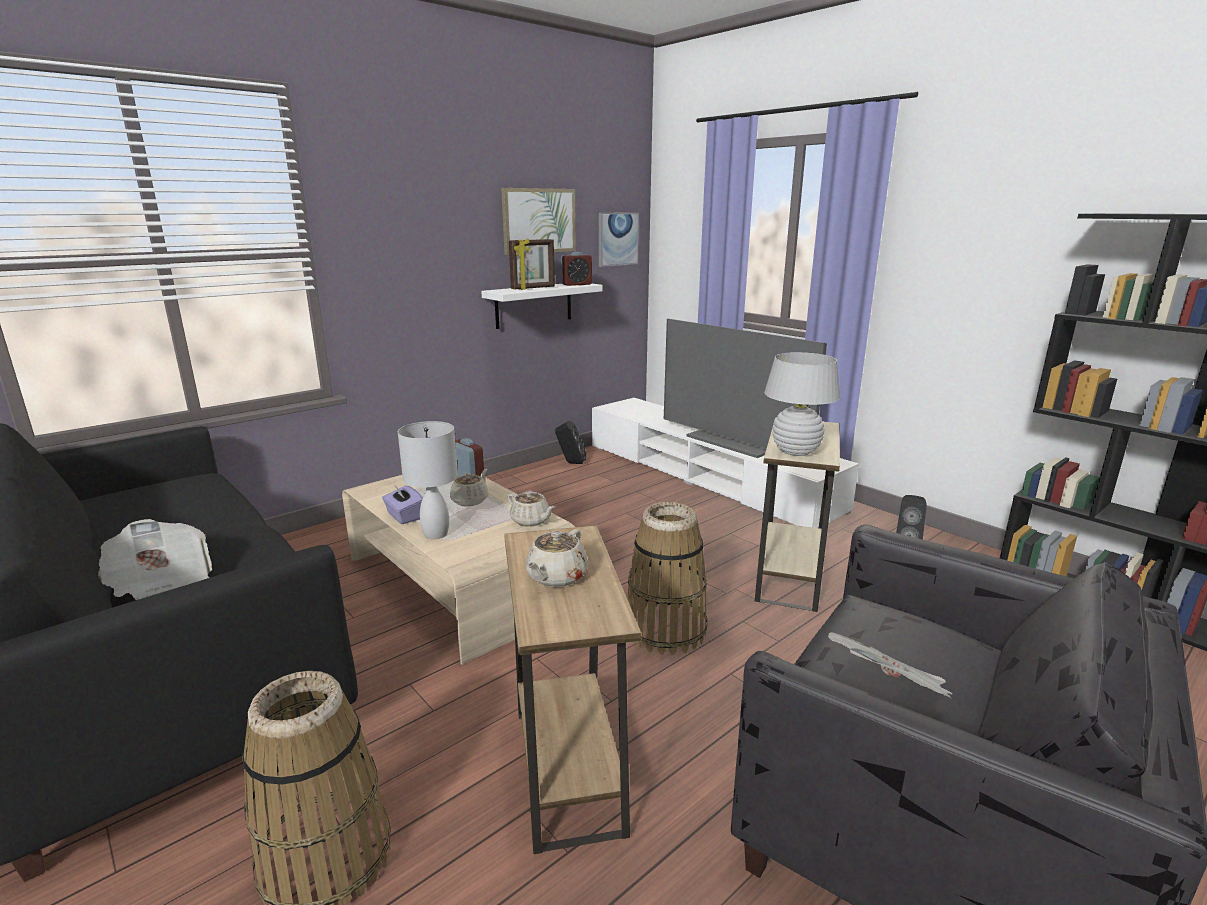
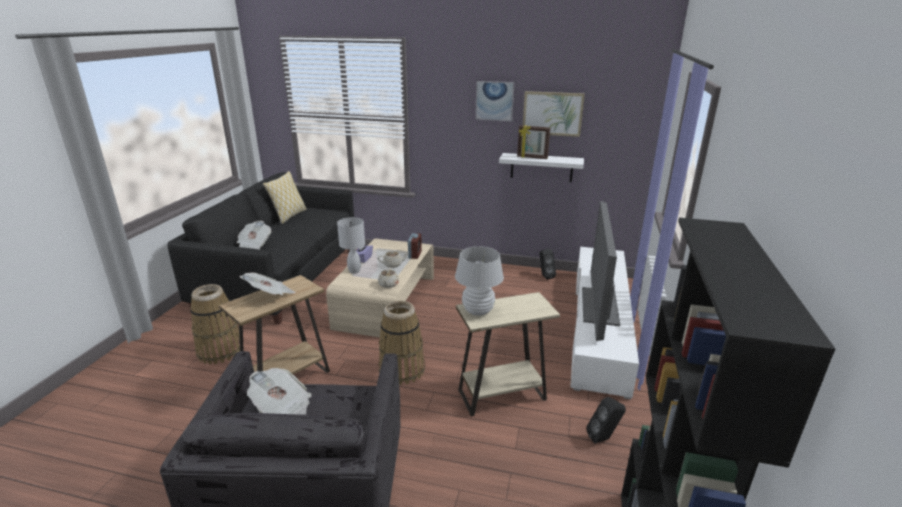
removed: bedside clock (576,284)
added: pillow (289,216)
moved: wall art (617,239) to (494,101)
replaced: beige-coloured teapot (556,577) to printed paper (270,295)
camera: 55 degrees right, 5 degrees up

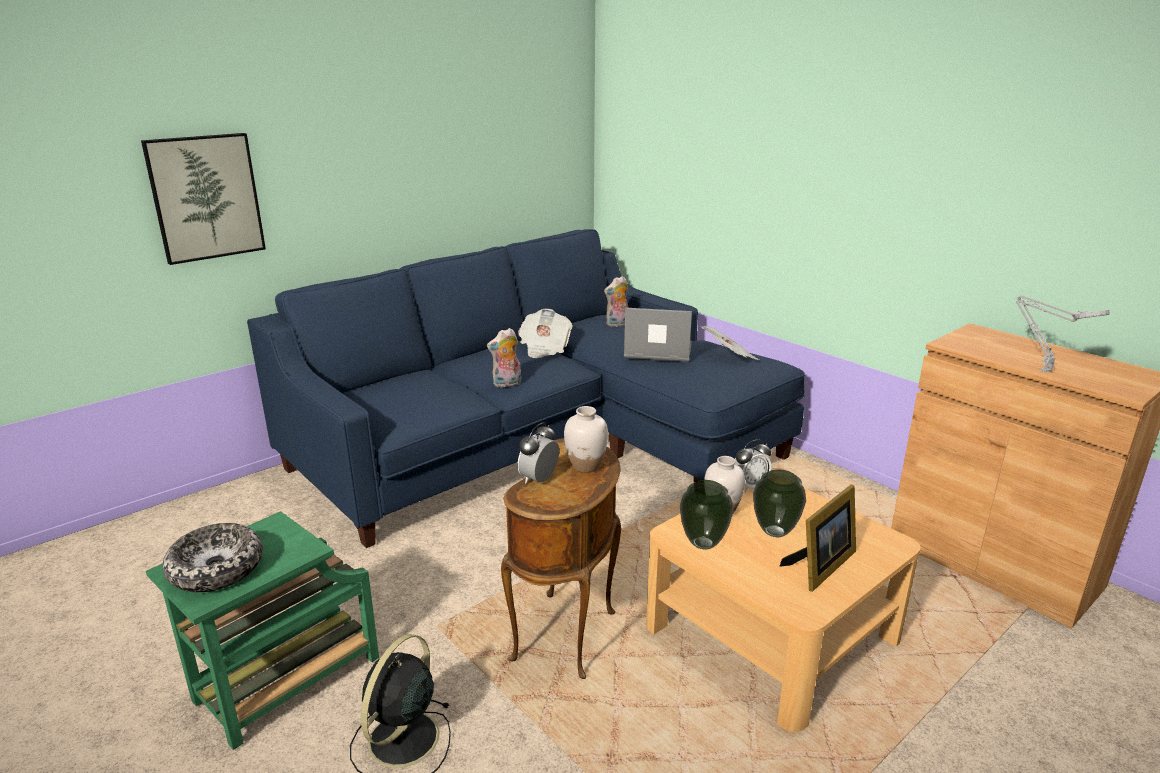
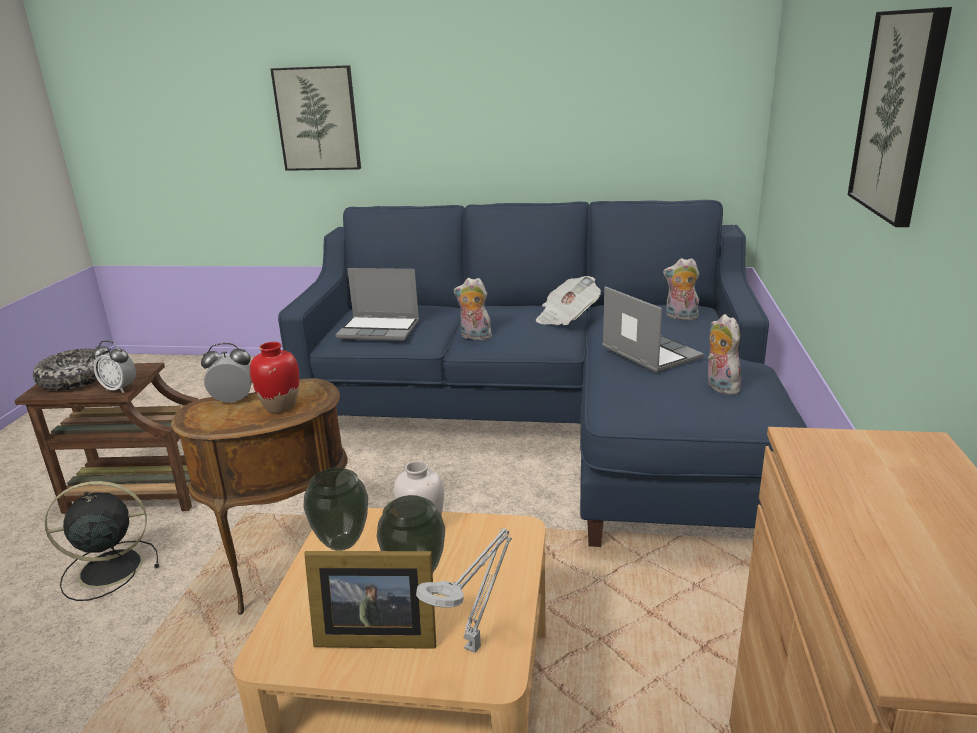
added: portable computer (380,330); wall art (899,114)
moved: bedside clock (749,486) to (119,389); grey lamp for a table (1042,370) to (475,645)
replaced: printed paper (728,357) to cuddly toy (719,387)
recoloured: green side table (283,682) to brown side table (136,493); white-coloured flower vase (586,466) to red flower vase (280,406)
camera: 50 degrees right, 0 degrees up

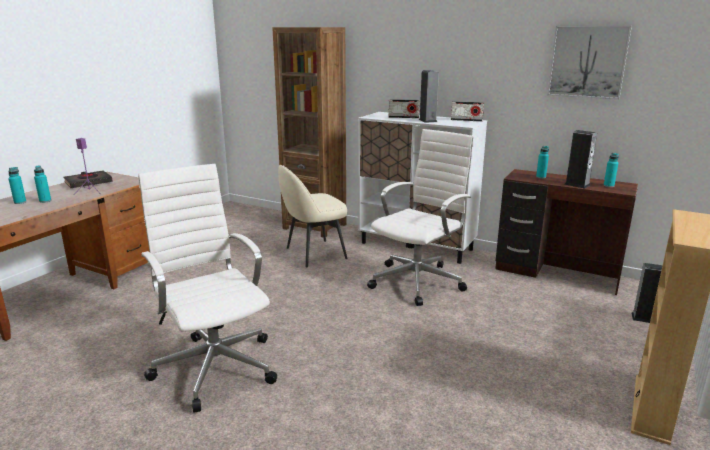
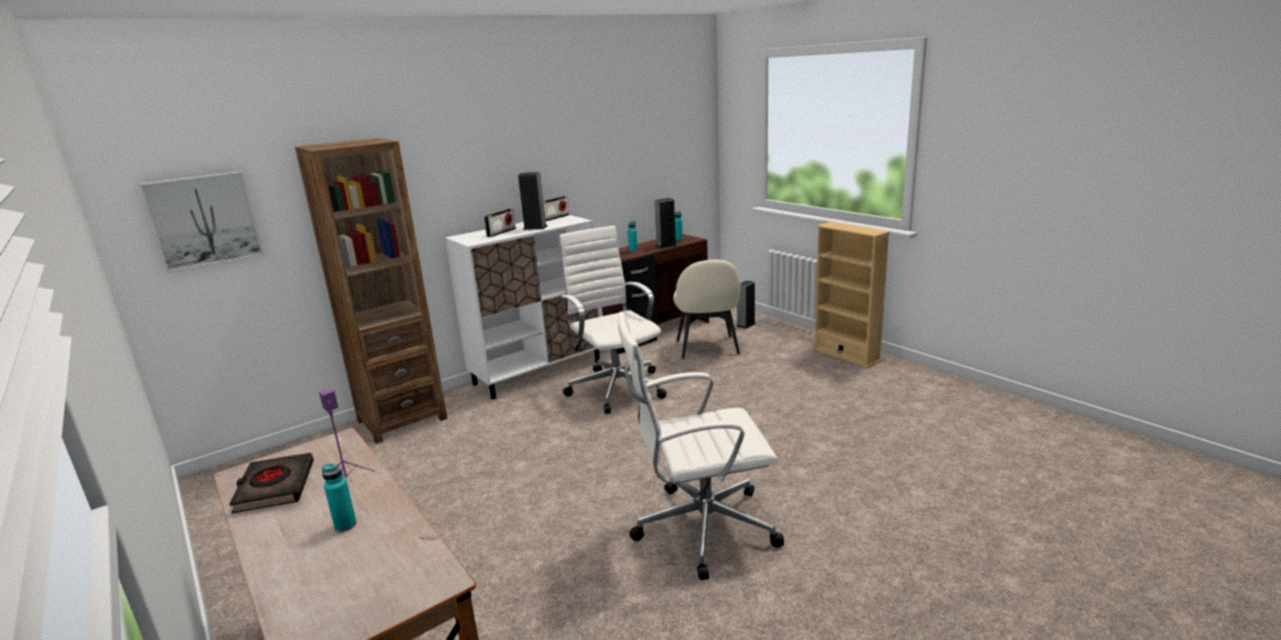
removed: turquoise bottle (20,202)
moved: beige-coloured chair (314,253) to (707,348); wall art (587,62) to (204,220)
camera: 65 degrees left, 0 degrees up

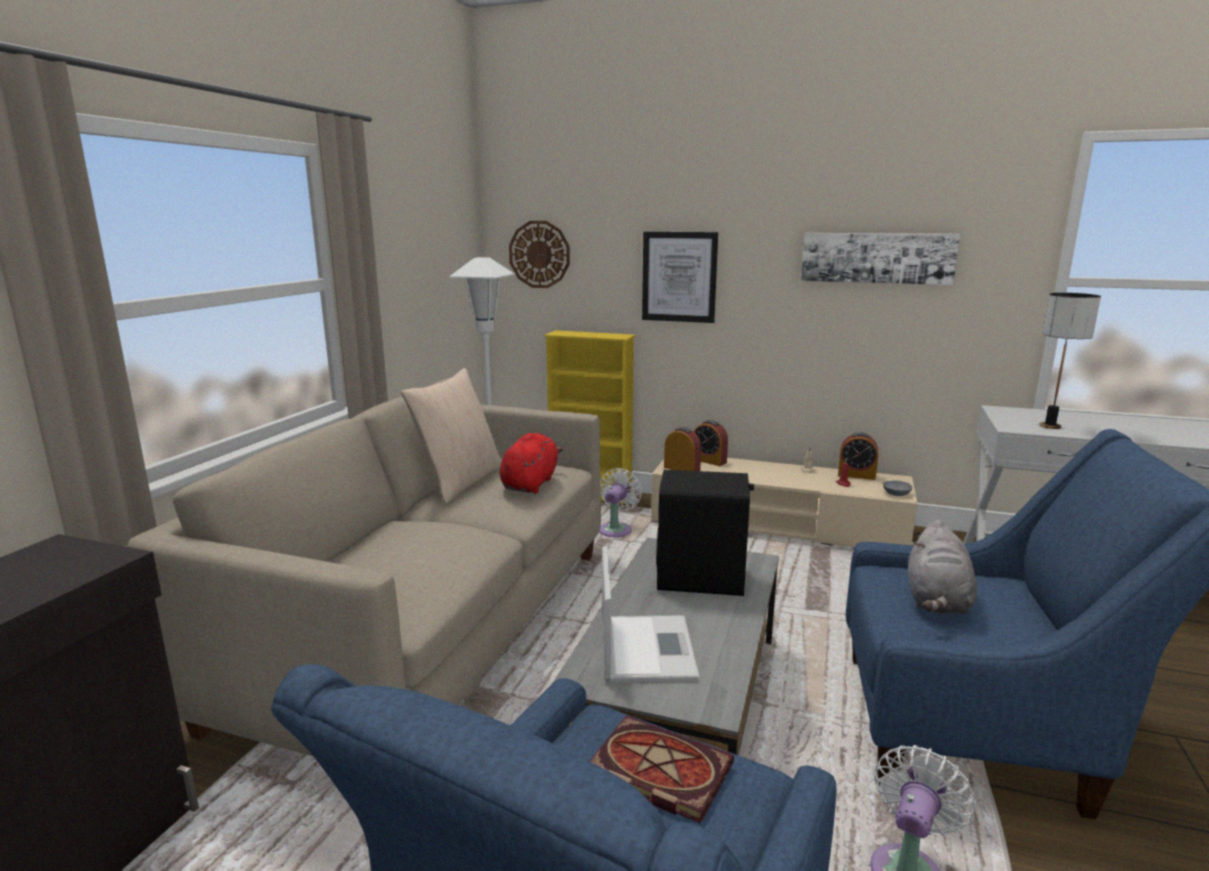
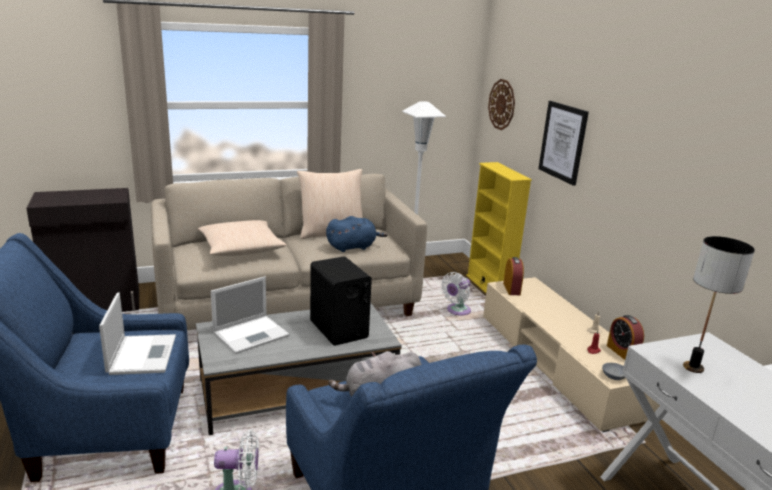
removed: bedside clock (709,461); wall art (877,258)
added: beige-coloured pillow (241,248)
replaced: book (656,771) to portable computer (142,354)
recoloured: red cuddly toy (530,484) to blue cuddly toy (353,247)
turned: white-coloured fan (616,529) = (457,311) 150 degrees clockwise
camera: 50 degrees right, 5 degrees up

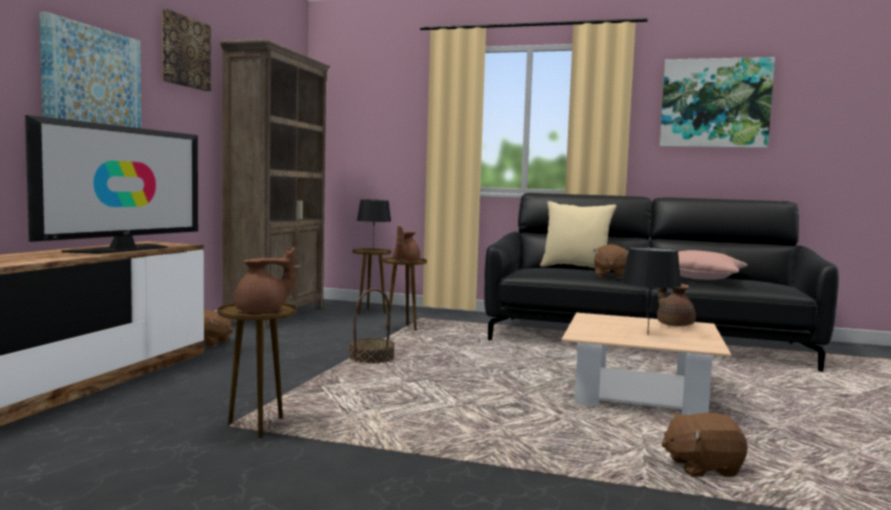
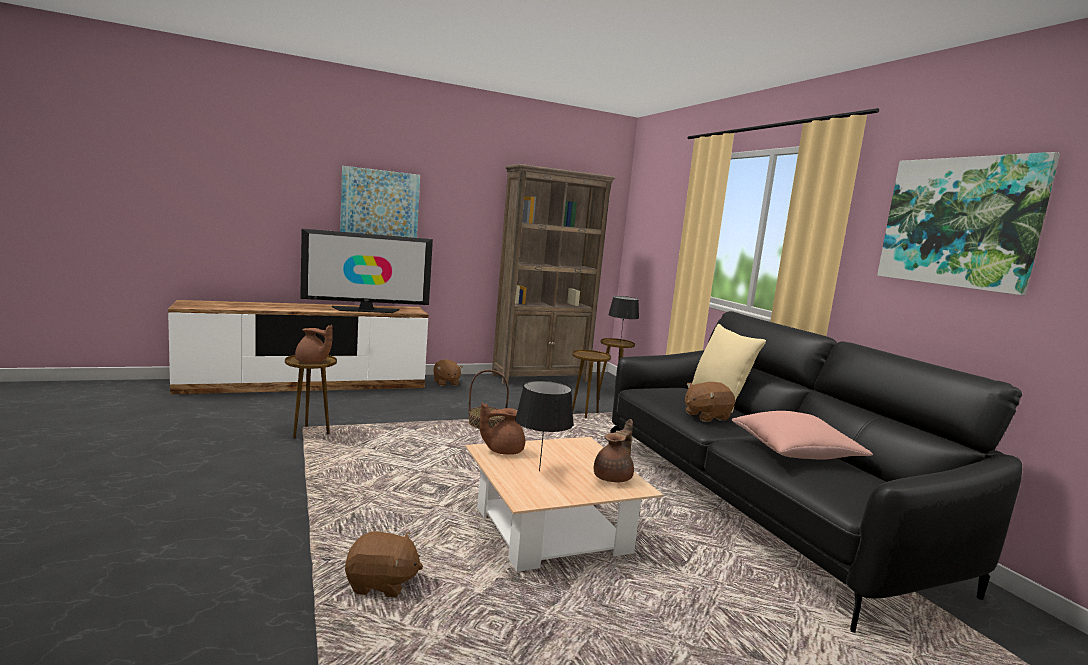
removed: wall art (185,52)
moved: brown teapot (405,261) to (502,450)
turned: brown cuddly toy (702,468) = (381,584) 135 degrees clockwise
camera: 50 degrees right, 5 degrees up

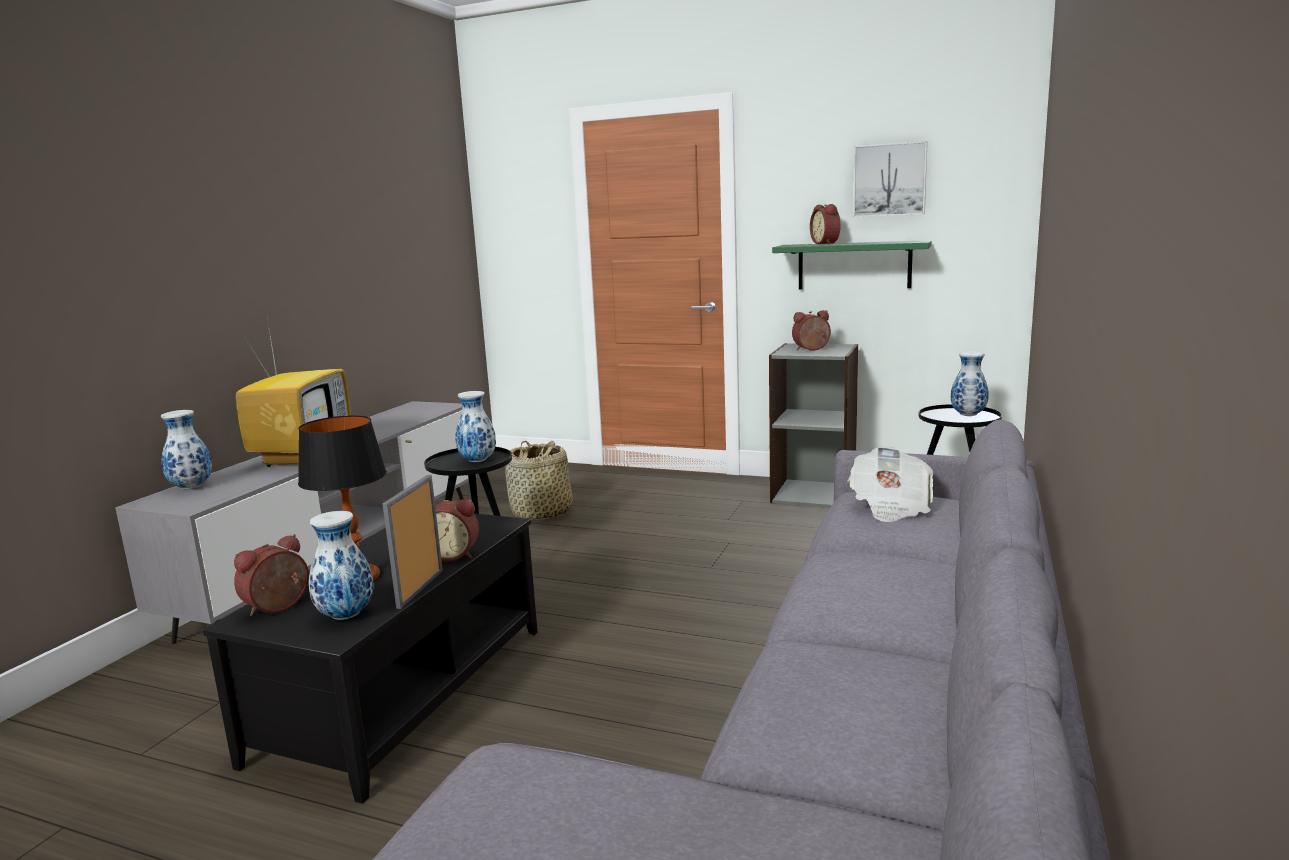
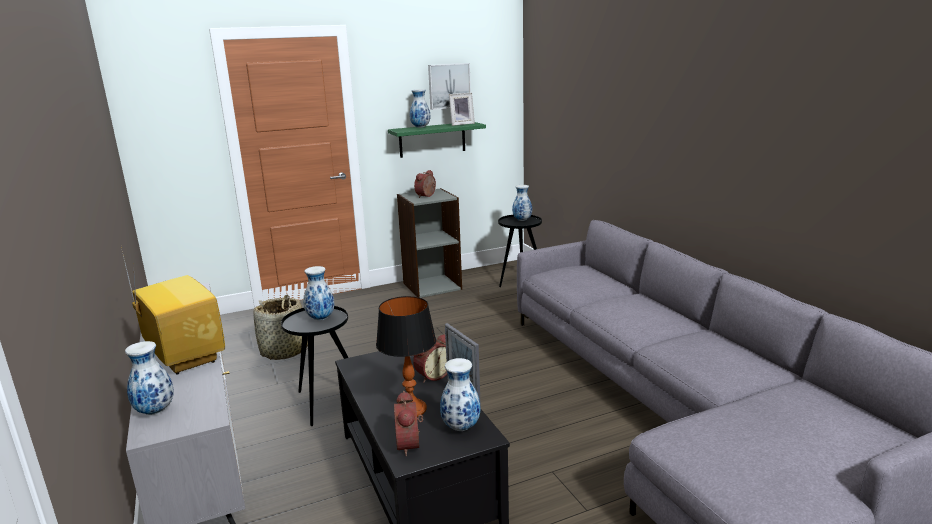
removed: printed paper (890,506)
added: photo frame (461,124)
replaced: bedside clock (826,243) to flower vase (421,127)
camera: 45 degrees left, 5 degrees up

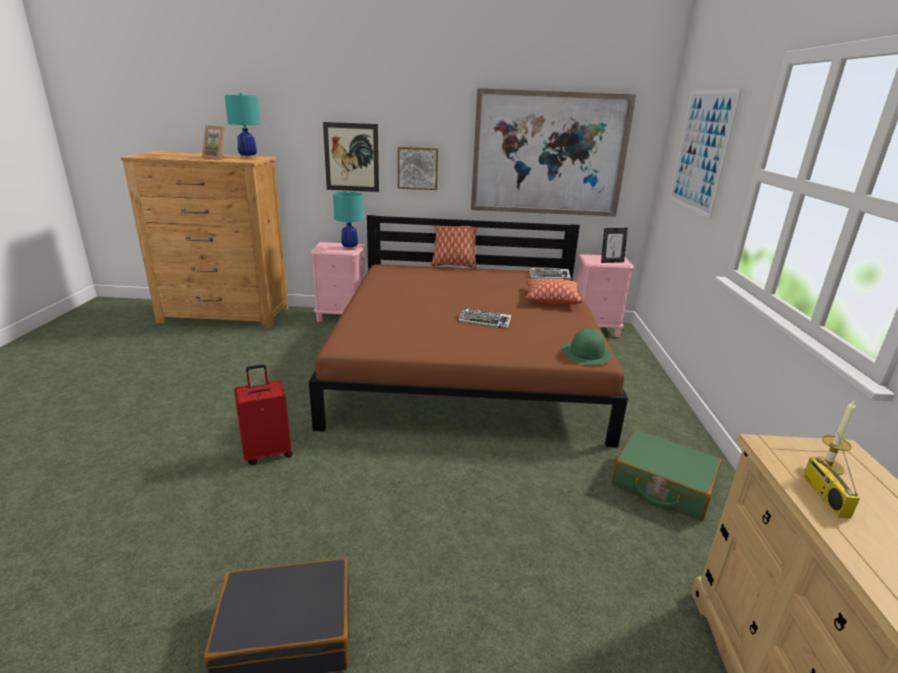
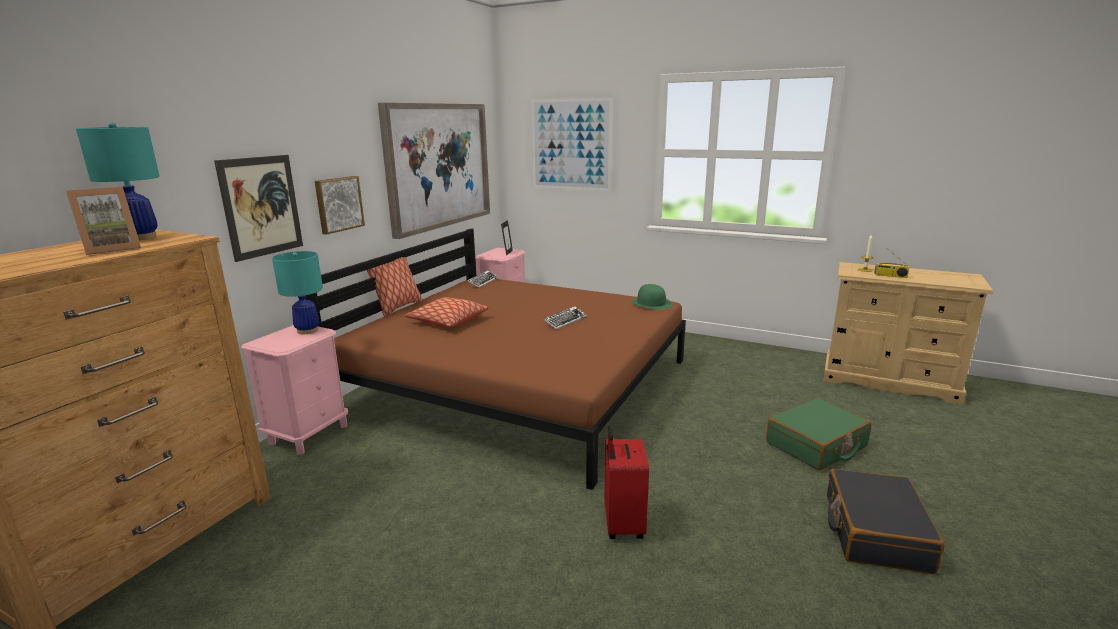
moved: pillow (551,299) to (447,321); green suitcase (662,485) to (816,445)
camera: 65 degrees left, 5 degrees down

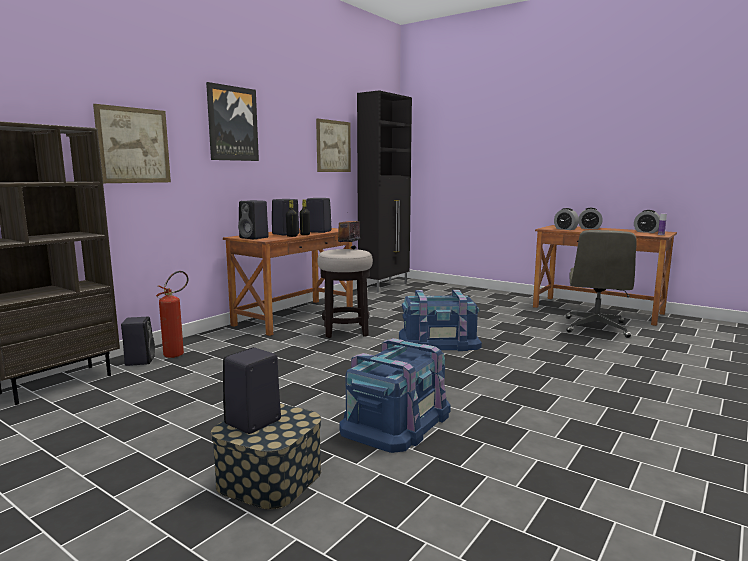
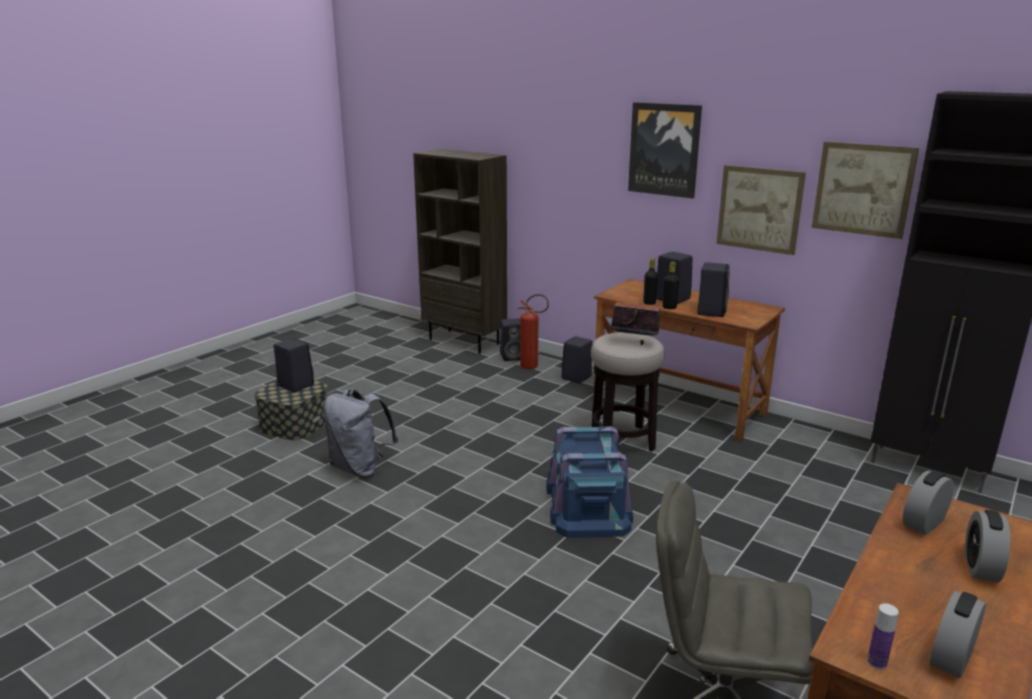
moved: wall art (133,145) to (759,209); blackish speaker (255,238) to (576,378)
replaced: blue storage box (396,420) to grey rucksack (360,468)
camera: 90 degrees right, 10 degrees up

